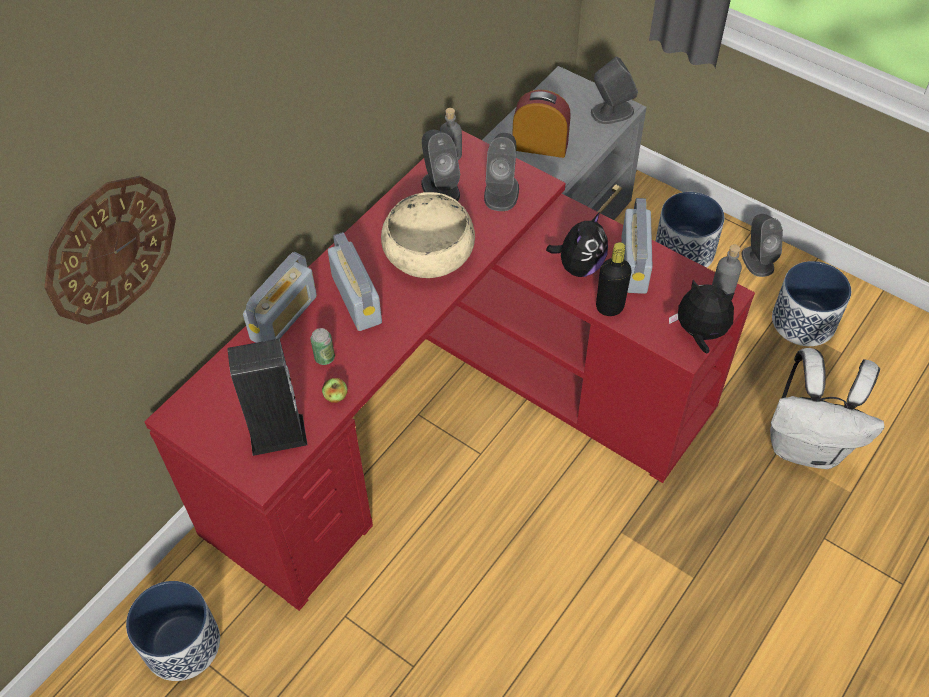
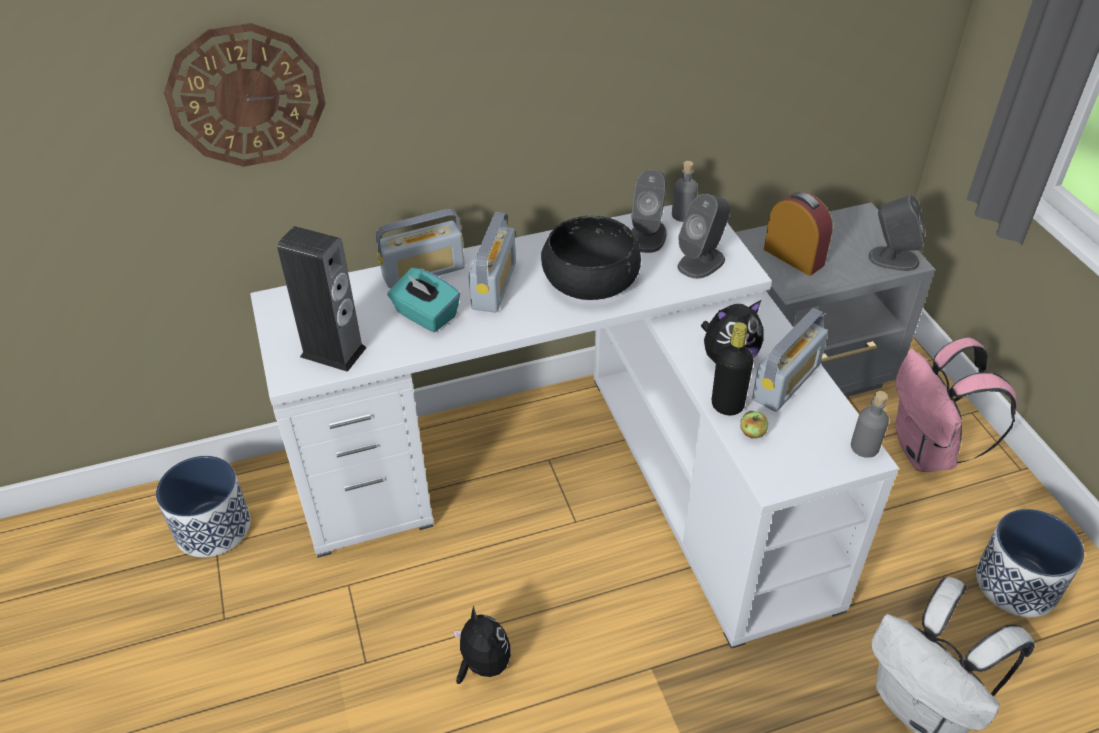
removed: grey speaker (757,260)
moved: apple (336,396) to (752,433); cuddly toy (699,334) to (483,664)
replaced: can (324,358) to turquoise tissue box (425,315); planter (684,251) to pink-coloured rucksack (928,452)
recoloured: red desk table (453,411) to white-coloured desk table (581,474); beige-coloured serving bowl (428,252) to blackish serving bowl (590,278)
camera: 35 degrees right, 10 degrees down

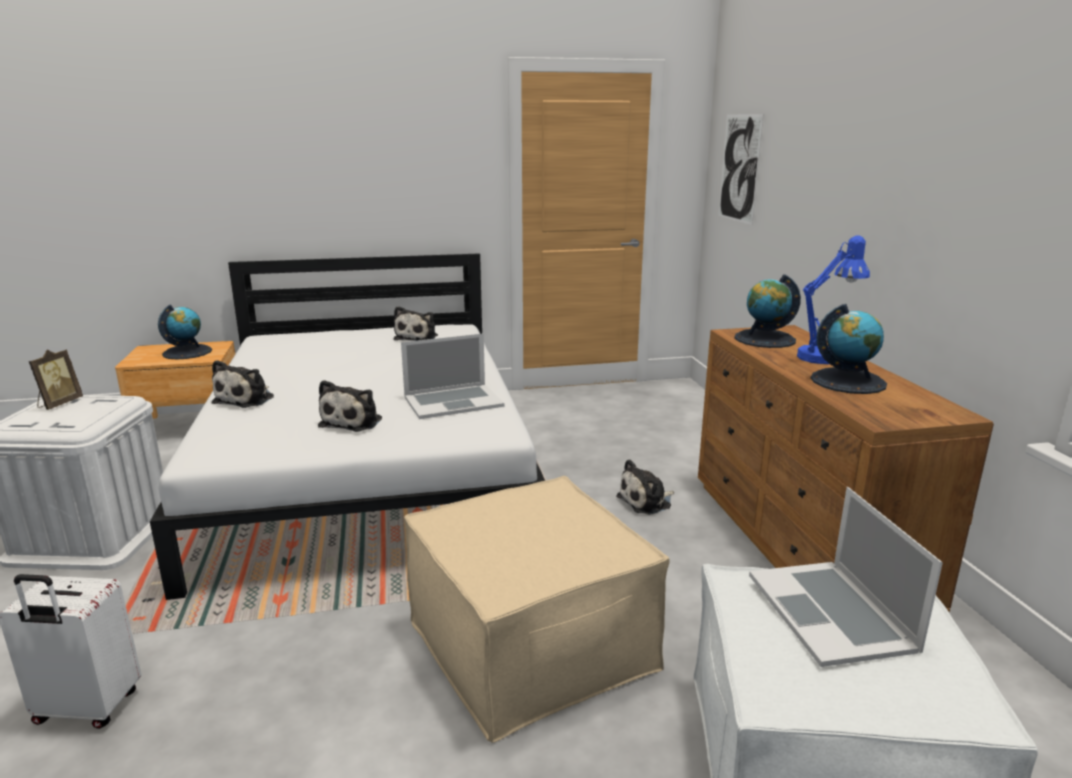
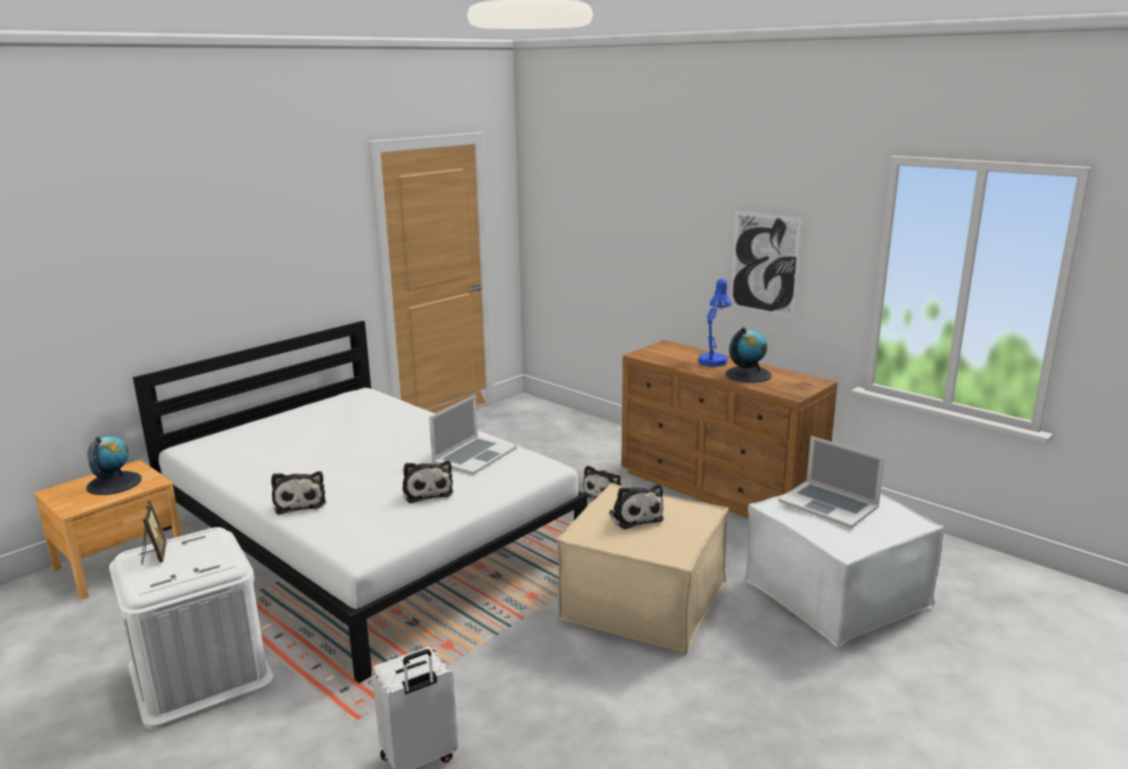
removed: desk globe (764,339)
moved: cuddly toy (418,337) to (634,516); wall art (739,168) to (764,263)
camera: 35 degrees left, 0 degrees up

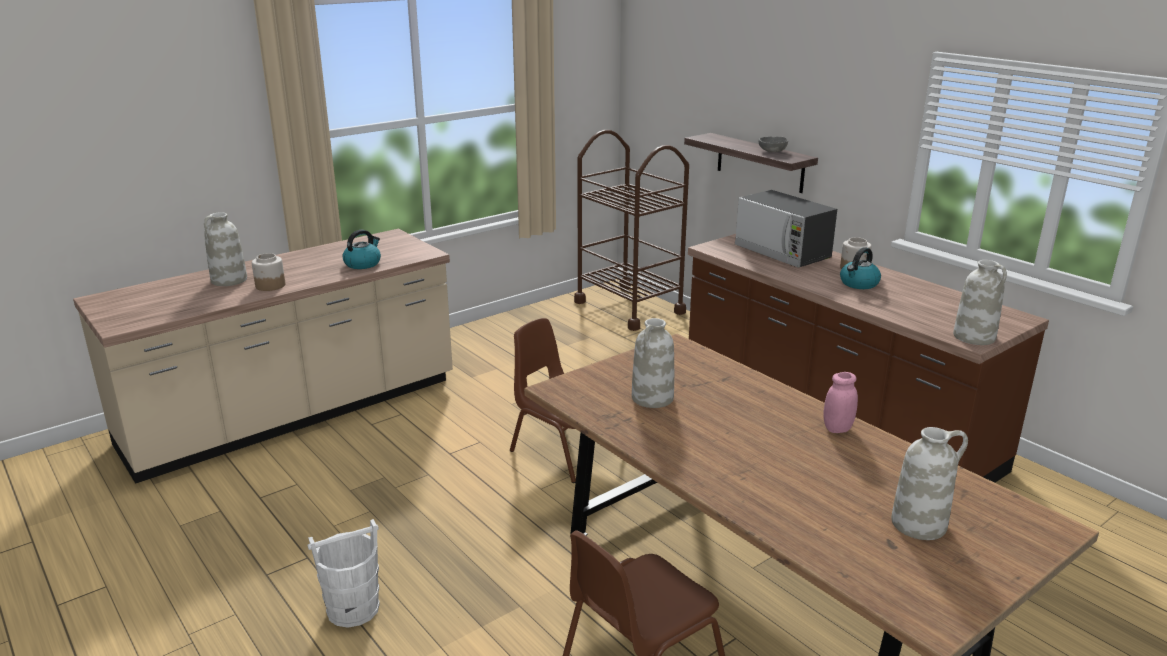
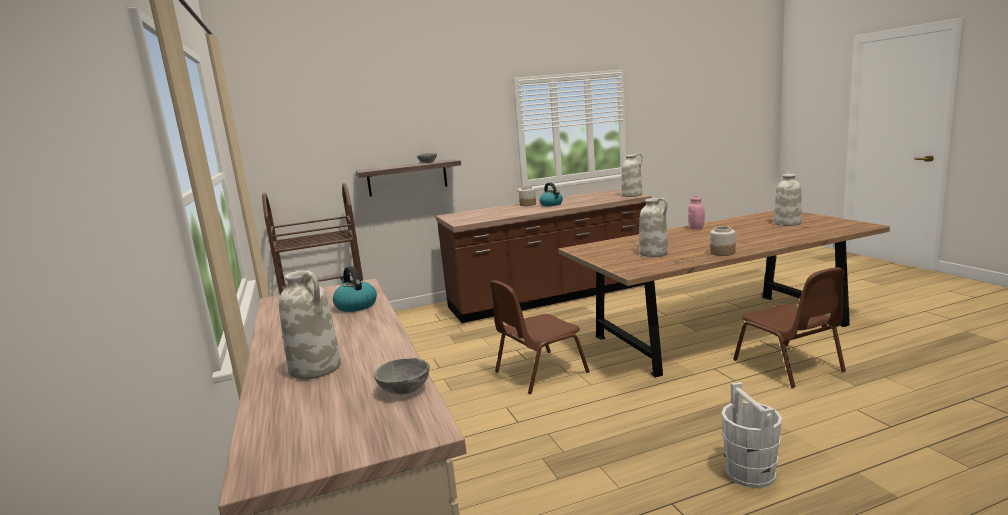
removed: microwave oven (782,253)
added: grey serving bowl (405,389)
moved: preserve jar (270,285) to (722,253)
camera: 70 degrees left, 10 degrees down

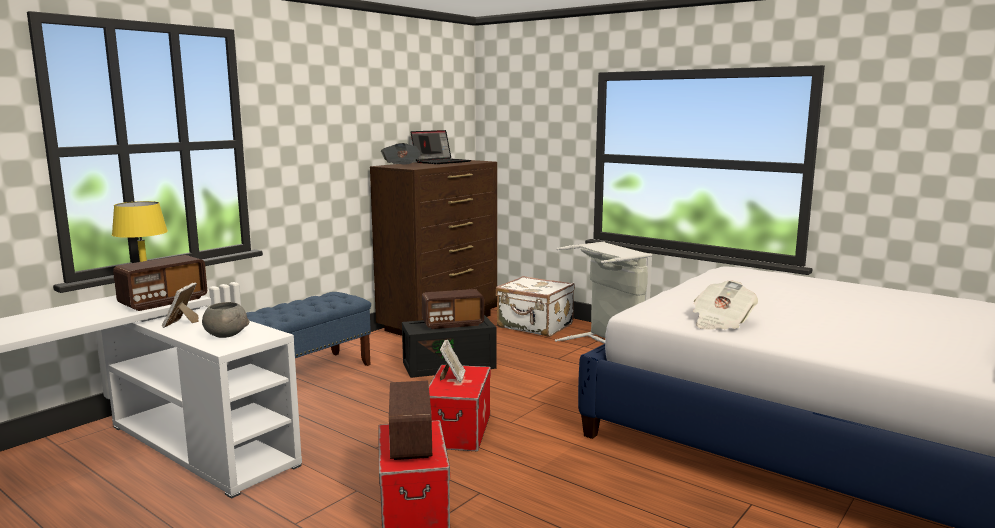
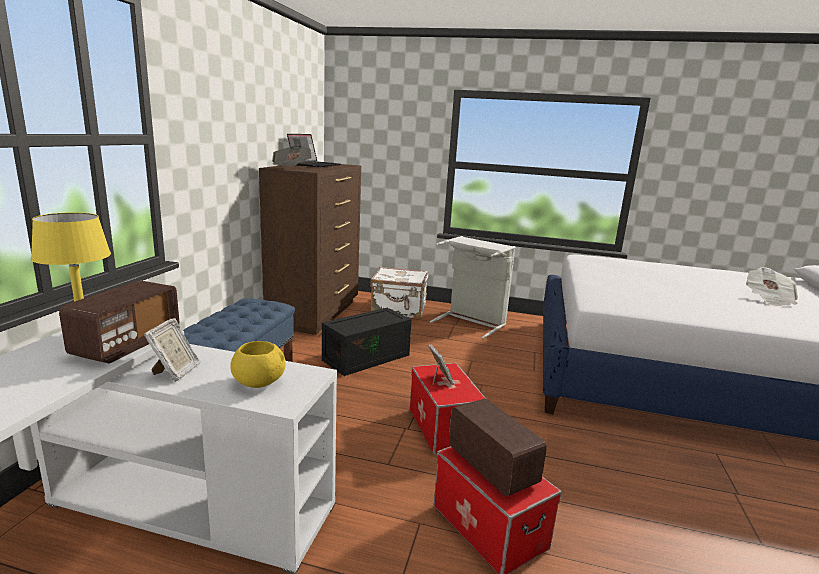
removed: radio set (453,324)
moved: printed paper (721,322) to (768,299)
recoloured: grey serving bowl (226,335) to yellow-coloured serving bowl (258,382)
turned: photo frame (181,324) = (175,372) 150 degrees counterclockwise
camera: 25 degrees left, 5 degrees up

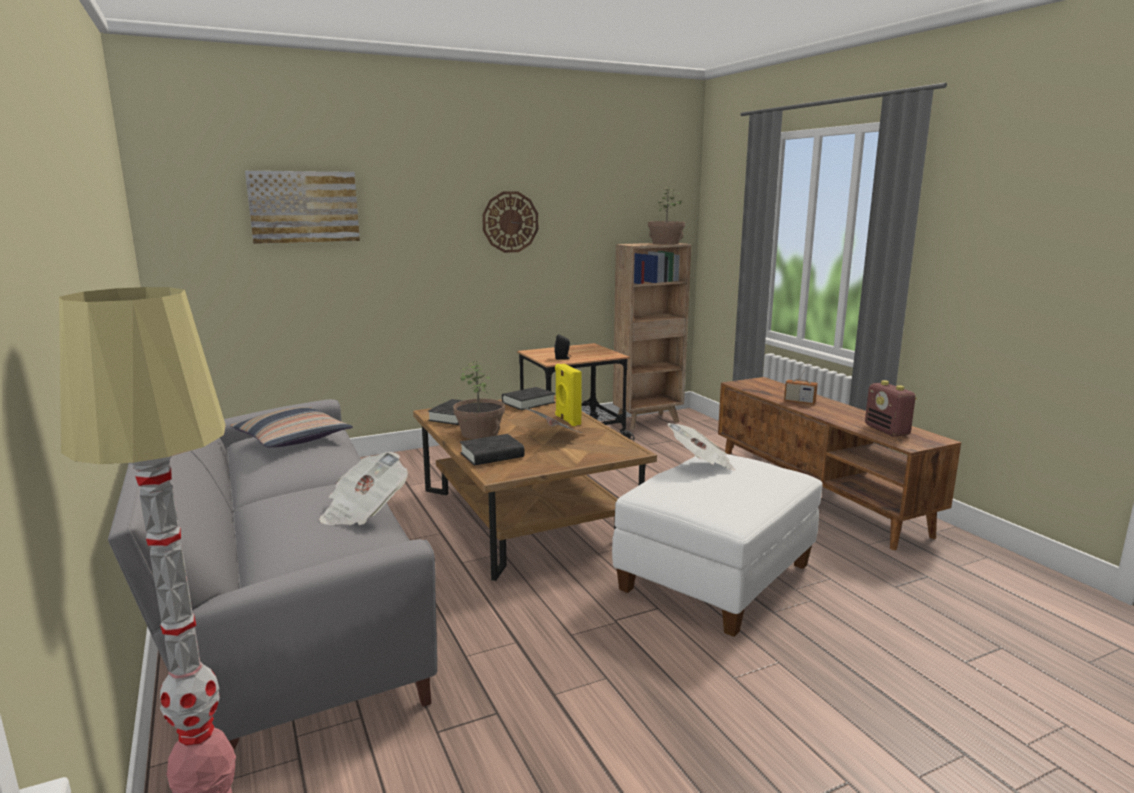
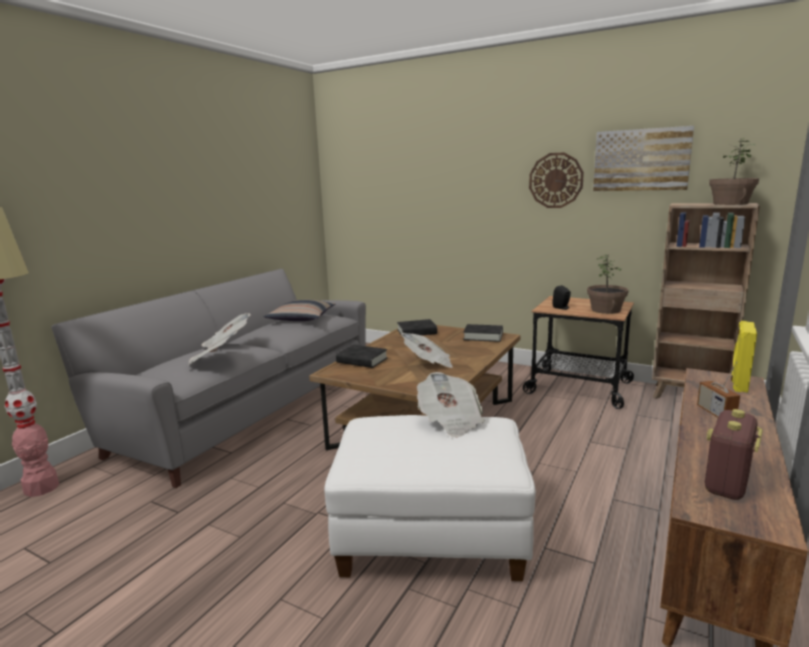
added: printed paper (227,343)
moved: wall art (304,207) to (641,160); plant in a pot (480,433) to (606,310); yellow-coloured speaker (567,420) to (738,384)
camera: 55 degrees right, 0 degrees up

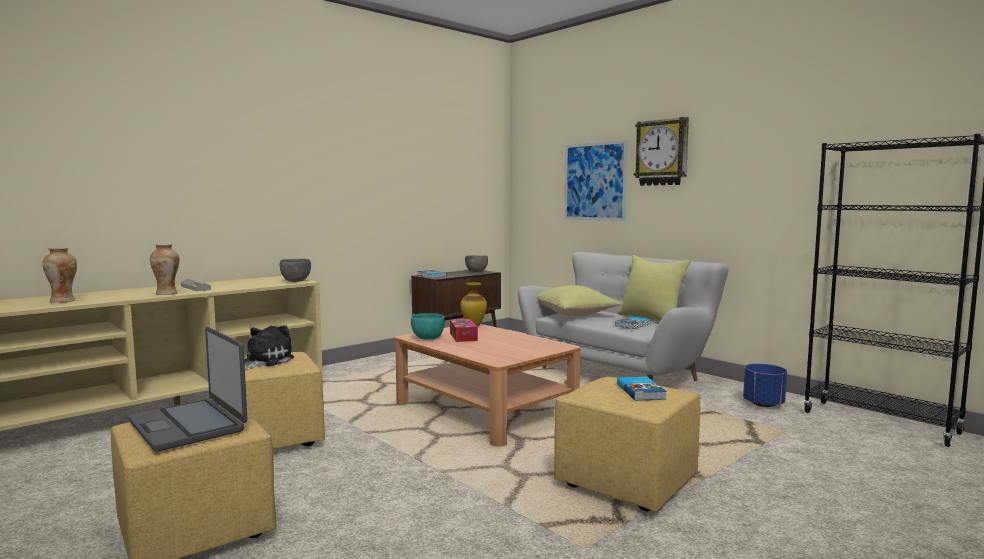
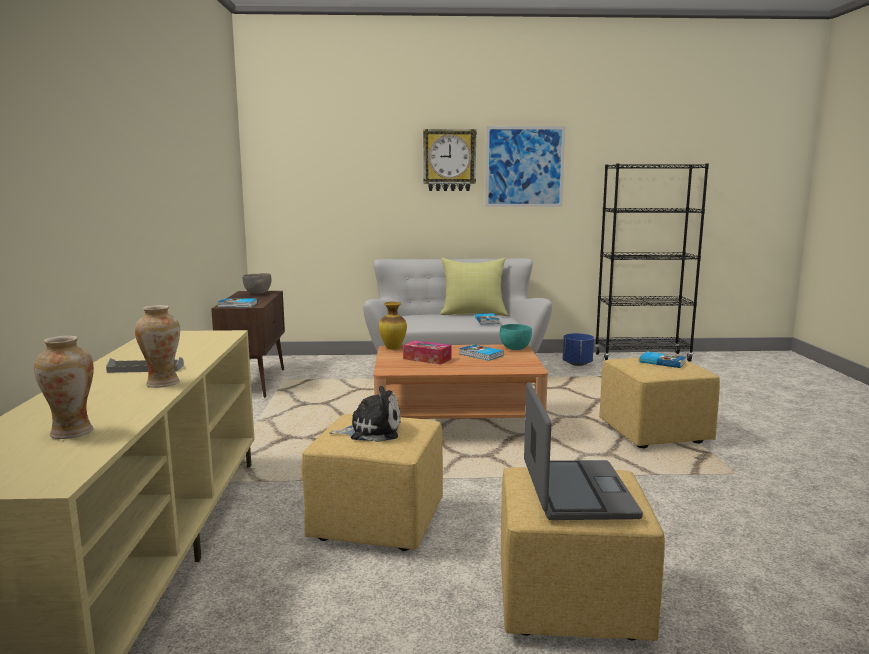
removed: grey serving bowl (295,281); yellow-coloured pillow (576,315)
added: book (480,355)
moved: turquoise serving bowl (427,338) to (515,349); wall art (594,181) to (524,167)
turned: portable computer (188,425) = (576,491) 90 degrees counterclockwise; cuddly toy (265,361) = (371,431) 120 degrees clockwise
camera: 50 degrees left, 5 degrees up

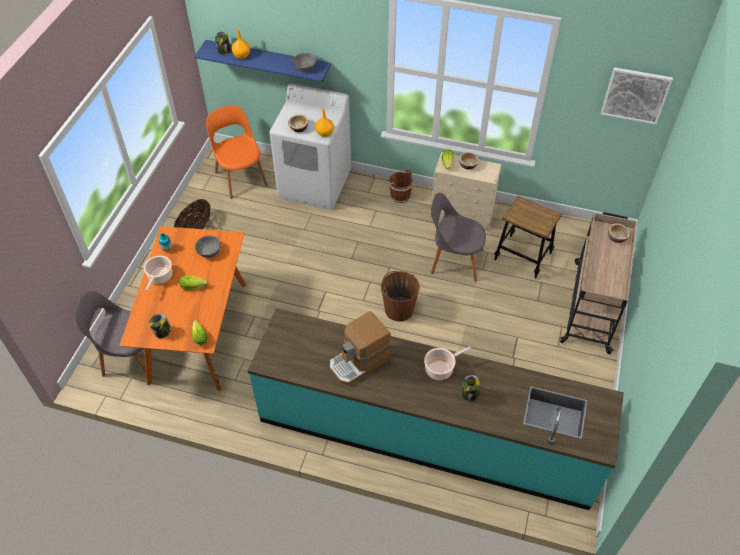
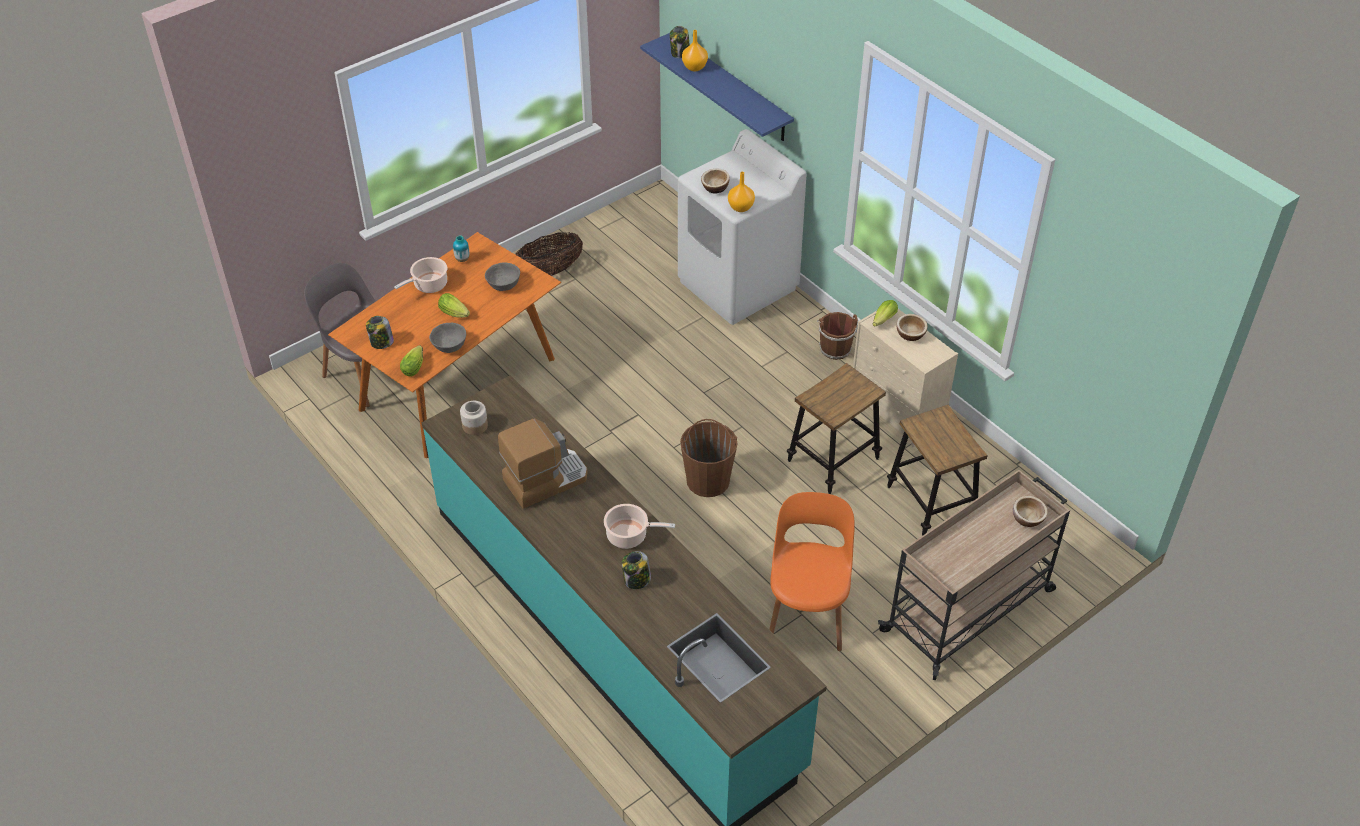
removed: wall art (635,95)
added: preserve jar (474,426)
moved: orangey chair (240,177) to (807,611); grey serving bowl (305,68) to (449,345)
replaced: grey chair (454,260) to sitting stool (833,460)
turned: coffee brewer (359,362) = (545,479) 150 degrees clockwise
camera: 35 degrees right, 5 degrees down

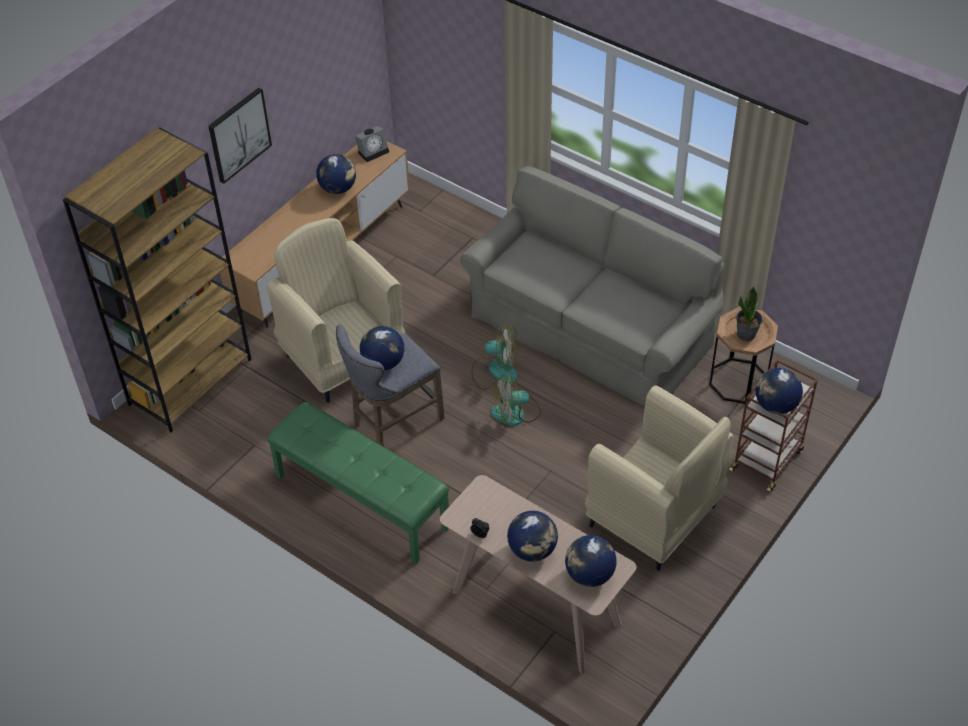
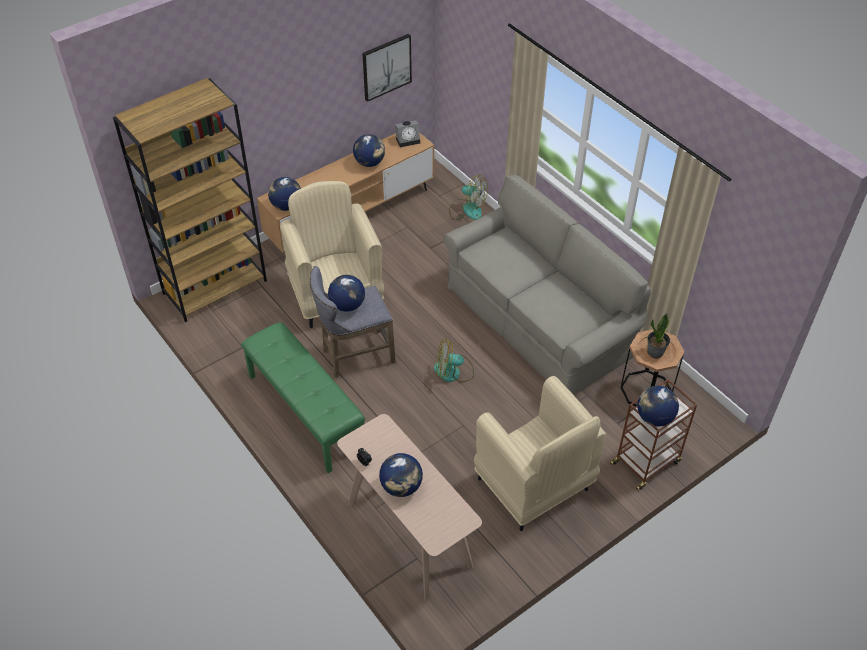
moved: wall art (239,134) to (386,67); fan (495,370) to (467,209); desk globe (589,575) to (286,206)
camera: 15 degrees right, 0 degrees up

